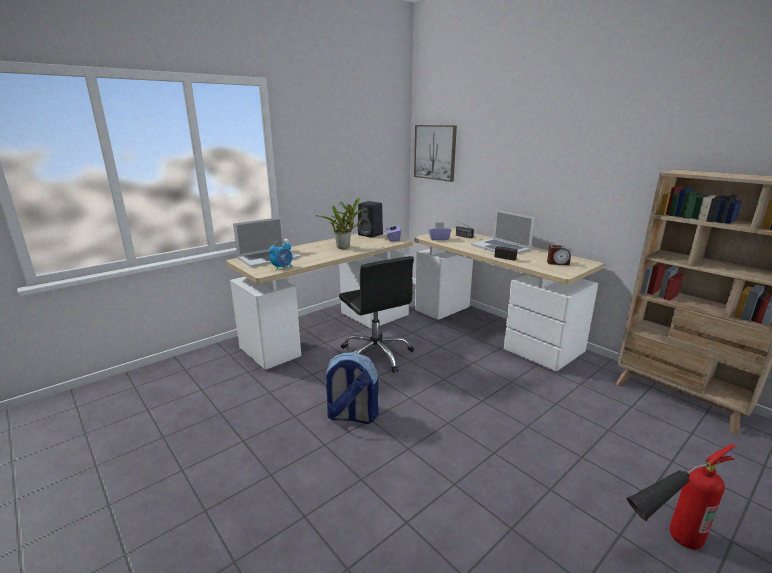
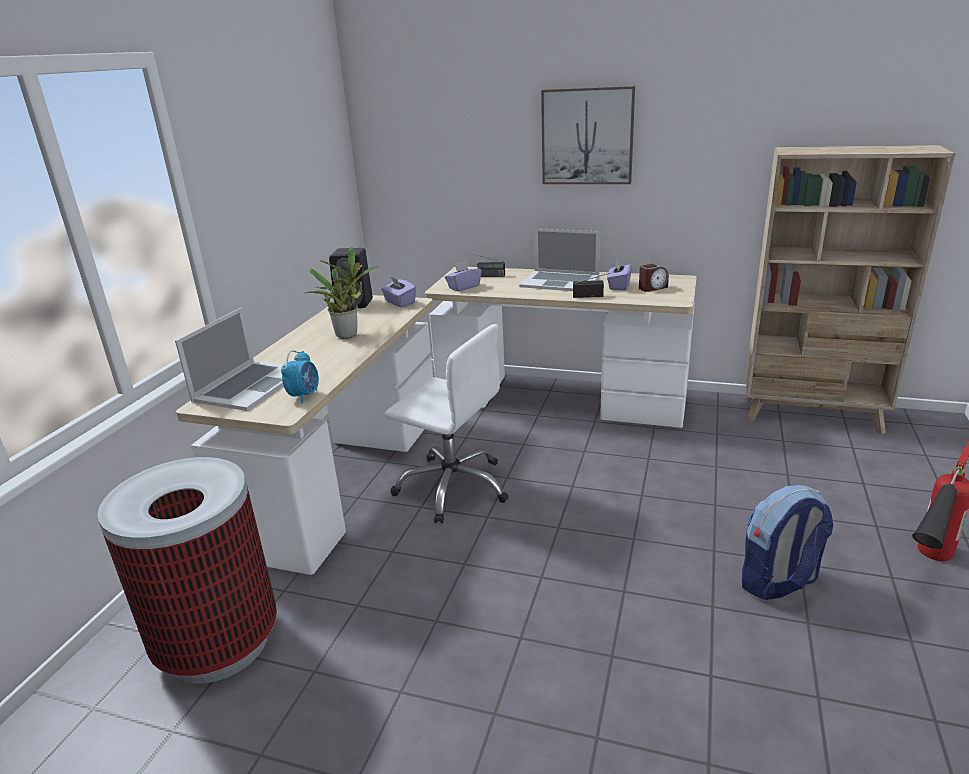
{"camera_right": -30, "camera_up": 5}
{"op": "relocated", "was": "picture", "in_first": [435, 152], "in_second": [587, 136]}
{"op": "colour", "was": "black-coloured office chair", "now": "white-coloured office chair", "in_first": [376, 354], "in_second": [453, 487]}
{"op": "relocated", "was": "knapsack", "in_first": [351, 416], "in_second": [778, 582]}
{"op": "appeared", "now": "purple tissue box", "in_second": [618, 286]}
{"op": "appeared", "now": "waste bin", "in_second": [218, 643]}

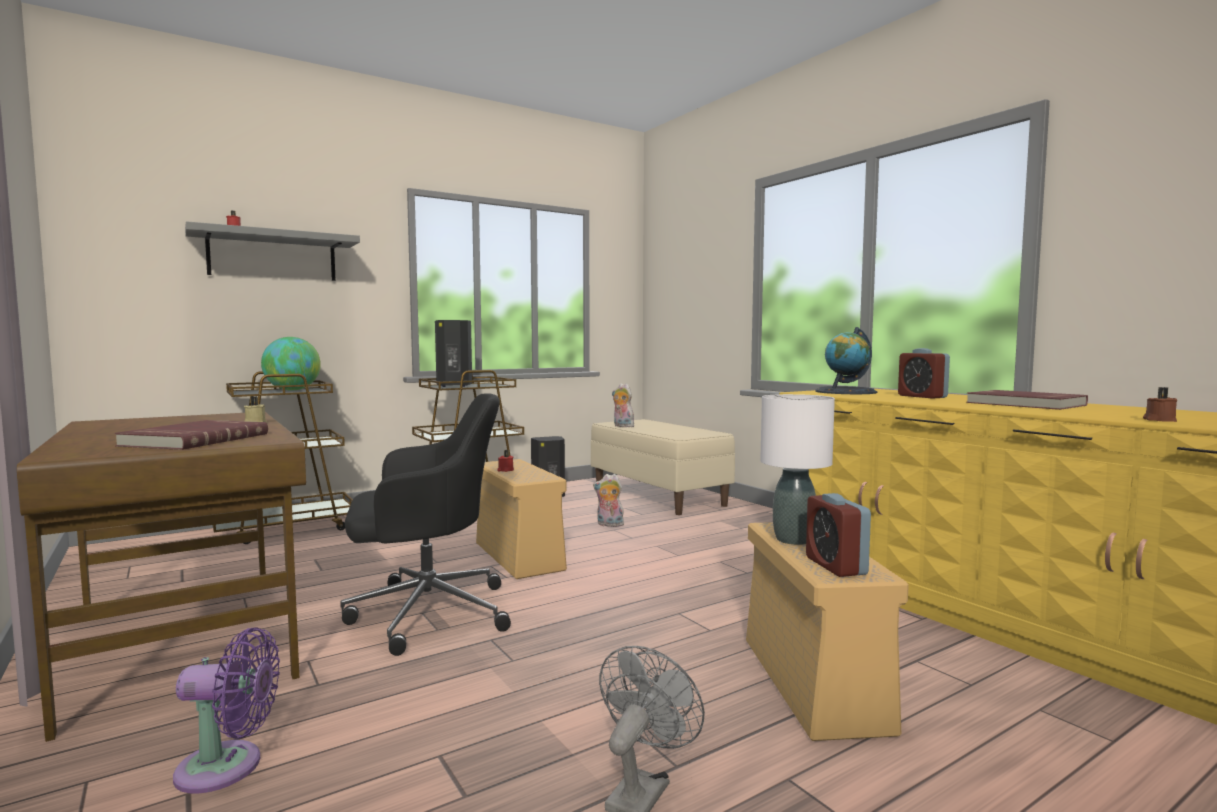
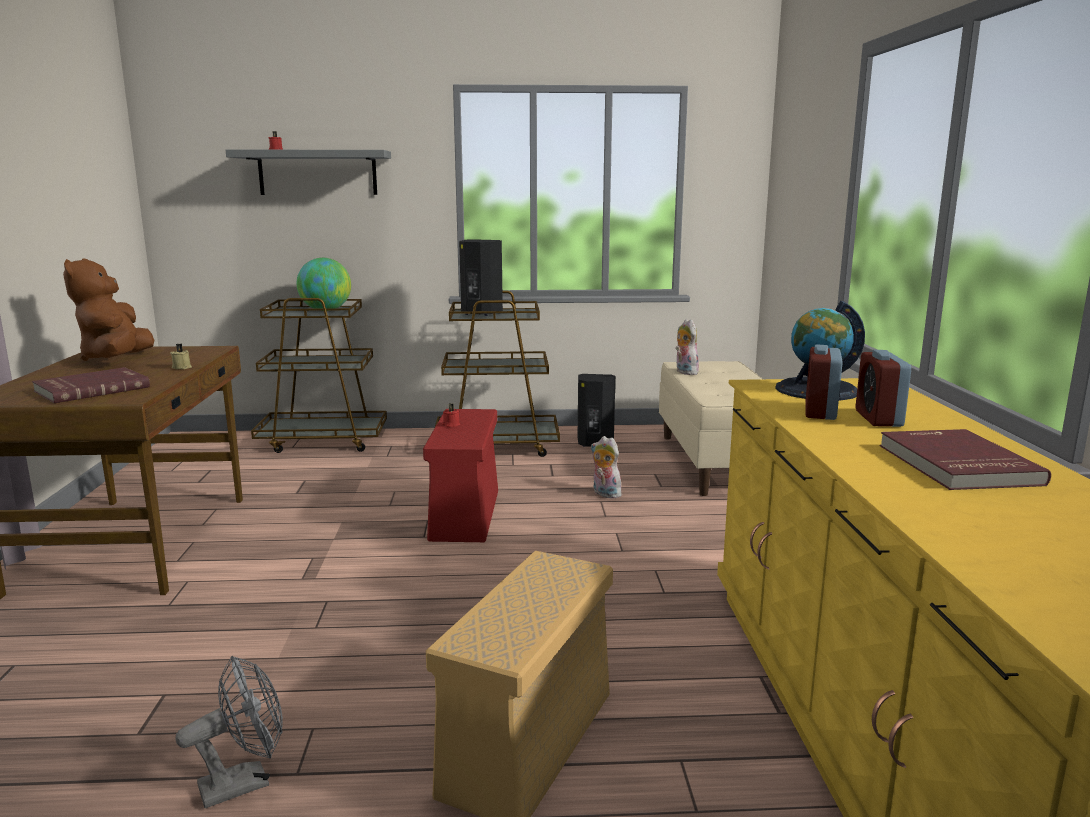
{"camera_right": 30, "camera_up": 10}
{"op": "missing", "was": "brown wax light", "in_first": [1159, 420]}
{"op": "missing", "was": "black-coloured office chair", "in_first": [425, 613]}
{"op": "missing", "was": "white-coloured tabletop lamp", "in_first": [793, 539]}
{"op": "colour", "was": "sand-coloured storage bin", "now": "red storage bin", "in_first": [517, 556], "in_second": [465, 514]}
{"op": "relocated", "was": "alarm clock", "in_first": [835, 566], "in_second": [820, 412]}
{"op": "missing", "was": "purple fan", "in_first": [227, 767]}
{"op": "appeared", "now": "brown plush toy", "in_second": [117, 359]}

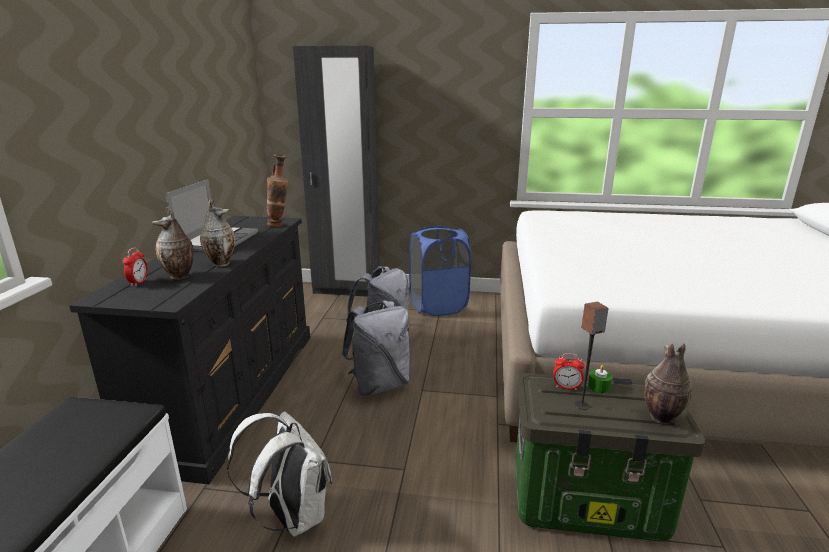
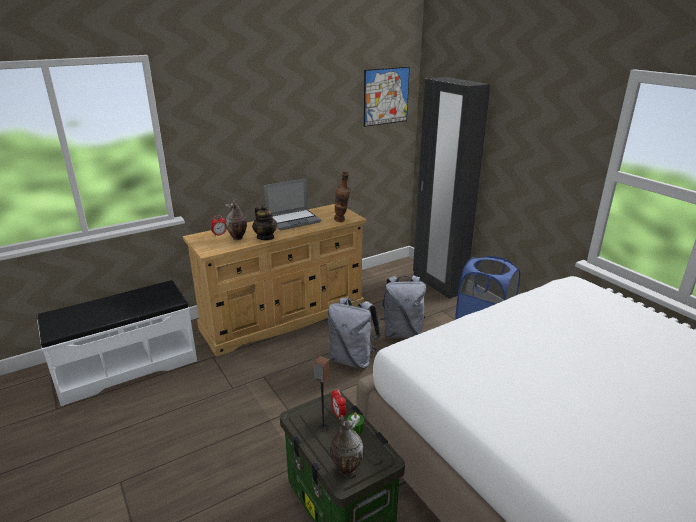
{"camera_right": 50, "camera_up": 5}
{"op": "exchanged", "was": "flower vase", "now": "teapot", "in_first": [221, 263], "in_second": [265, 237]}
{"op": "colour", "was": "black-coloured drawer chest", "now": "sand-coloured drawer chest", "in_first": [233, 391], "in_second": [284, 317]}
{"op": "missing", "was": "white-coloured knapsack", "in_first": [291, 516]}
{"op": "appeared", "now": "picture", "in_second": [386, 96]}

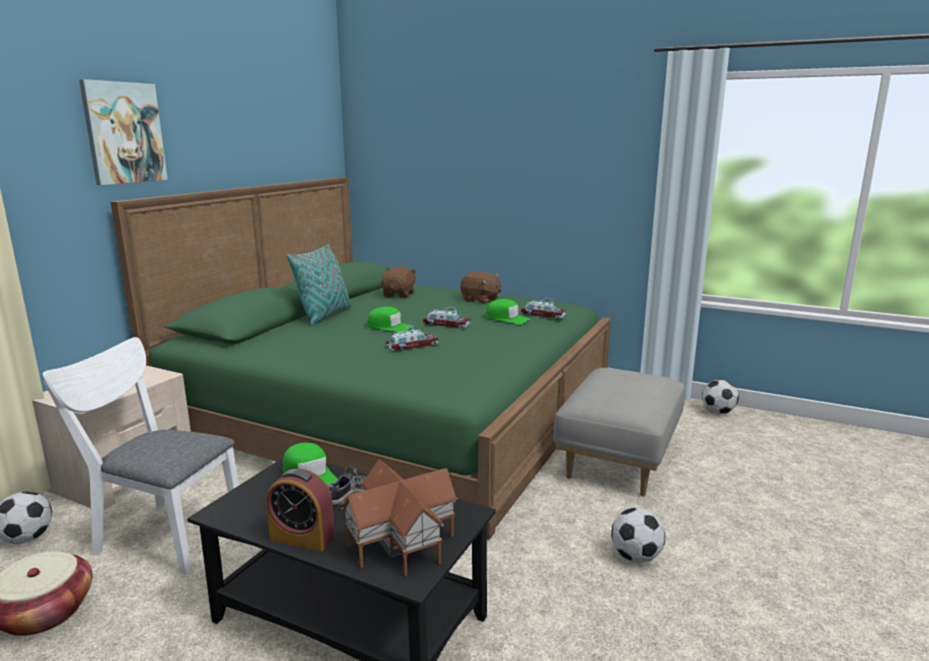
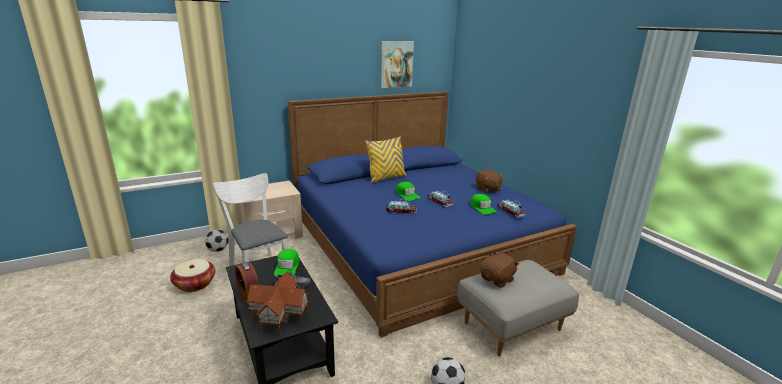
{"camera_right": 35, "camera_up": 5}
{"op": "relocated", "was": "picture", "in_first": [124, 133], "in_second": [396, 64]}
{"op": "colour", "was": "green-coloured bed", "now": "bluish bed", "in_first": [397, 412], "in_second": [417, 244]}
{"op": "colour", "was": "blue-green cushion", "now": "yellow-coloured cushion", "in_first": [324, 316], "in_second": [386, 178]}
{"op": "relocated", "was": "brown plush toy", "in_first": [399, 295], "in_second": [497, 279]}
{"op": "missing", "was": "ball for football", "in_first": [718, 412]}

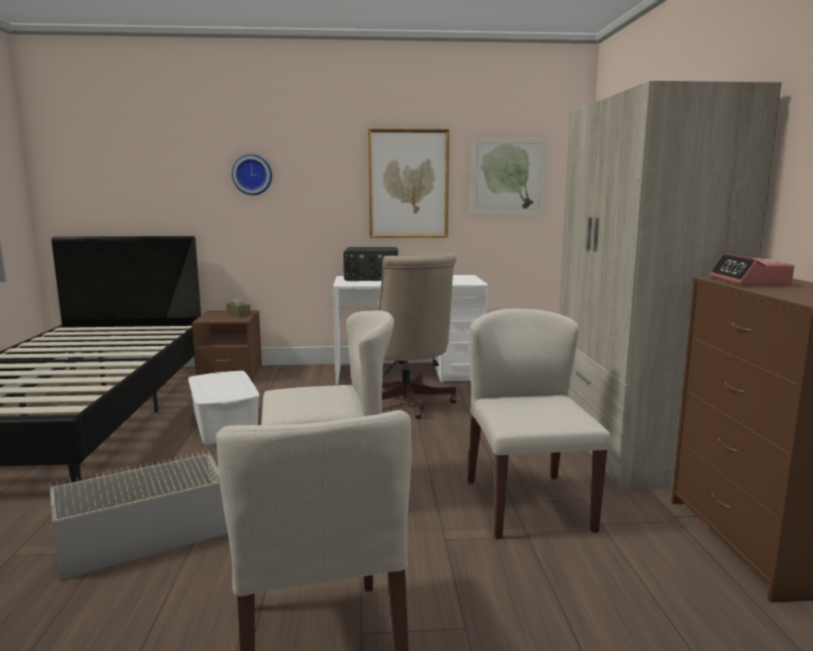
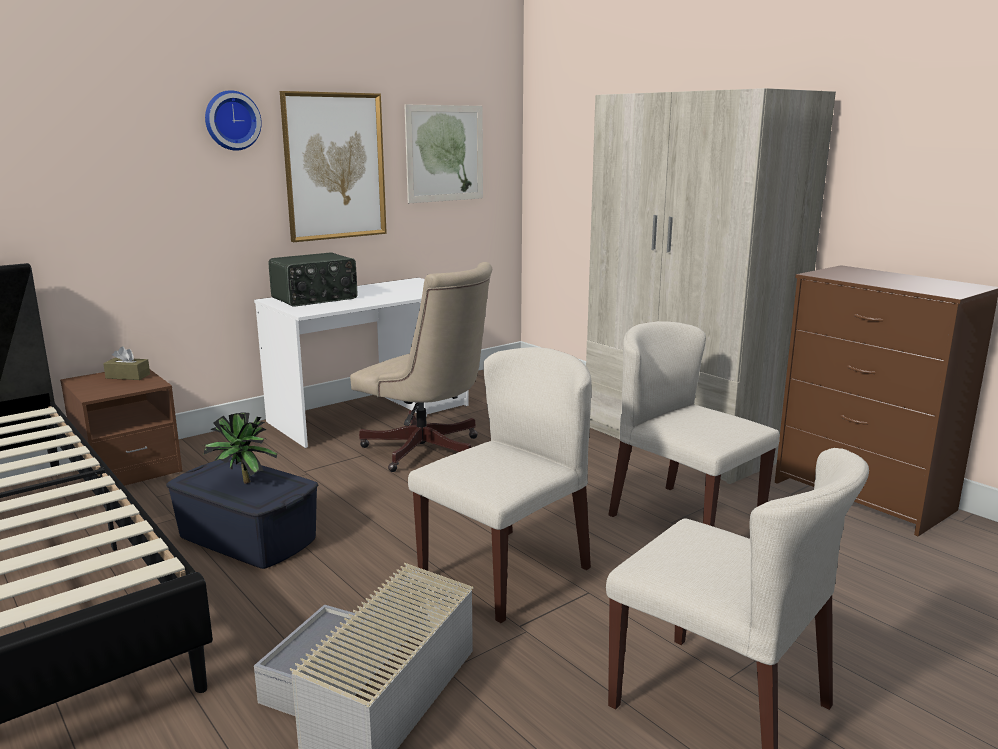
{"camera_right": -35, "camera_up": 5}
{"op": "relocated", "was": "clock on the wall", "in_first": [252, 175], "in_second": [231, 120]}
{"op": "missing", "was": "alarm clock", "in_first": [749, 281]}
{"op": "colour", "was": "white-coloured storage bin", "now": "bluish storage bin", "in_first": [224, 426], "in_second": [247, 538]}
{"op": "appeared", "now": "plant in a pot", "in_second": [241, 483]}

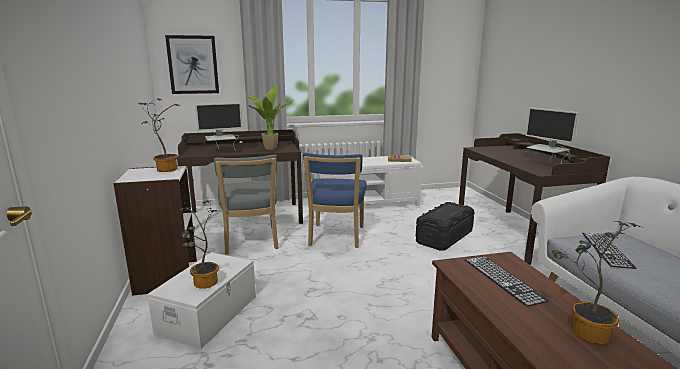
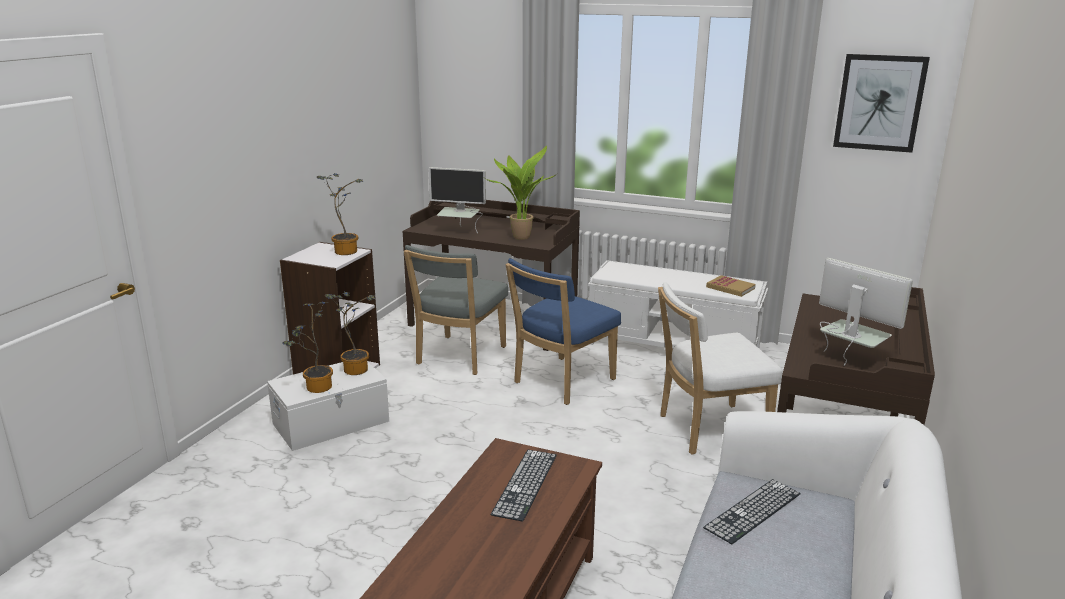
{"camera_right": 35, "camera_up": 5}
{"op": "relocated", "was": "picture", "in_first": [193, 65], "in_second": [879, 103]}
{"op": "spun", "was": "computer display", "in_first": [546, 165], "in_second": [849, 360], "clockwise": 135}
{"op": "exchanged", "was": "black-coloured storage bin", "now": "white-coloured upright chair", "in_first": [444, 237], "in_second": [707, 430]}
{"op": "relocated", "was": "plant in a pot", "in_first": [584, 332], "in_second": [355, 368]}

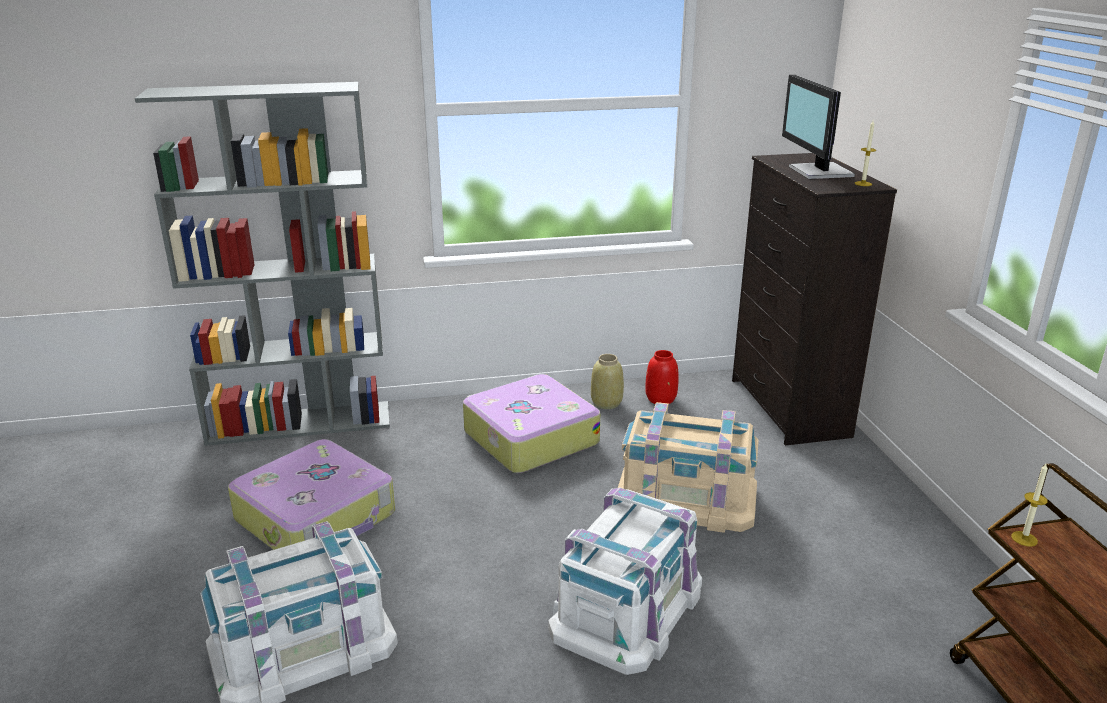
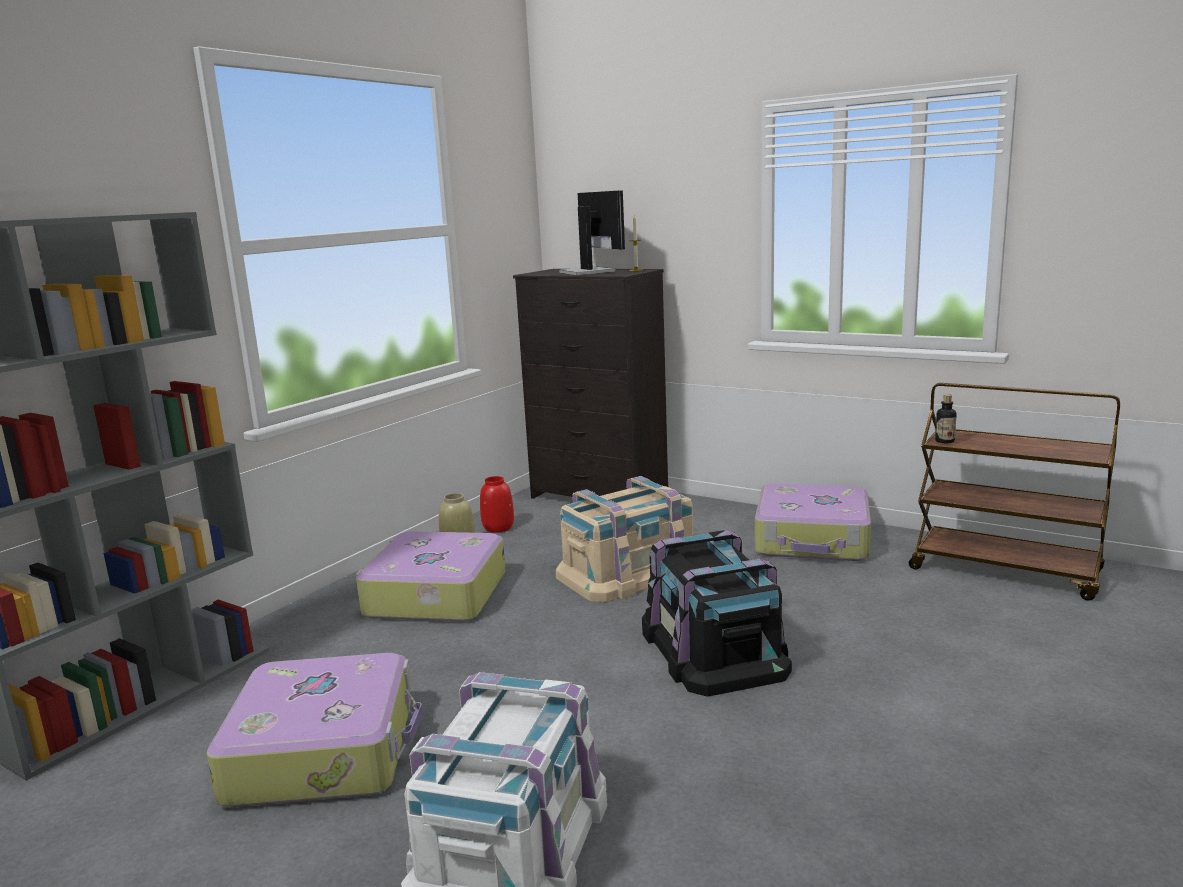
{"camera_right": -45, "camera_up": -10}
{"op": "spun", "was": "computer display", "in_first": [818, 172], "in_second": [588, 272], "clockwise": -150}
{"op": "exchanged", "was": "wax light", "now": "drink bottle", "in_first": [1024, 539], "in_second": [944, 441]}
{"op": "colour", "was": "white-coloured storage bin", "now": "black-coloured storage bin", "in_first": [628, 607], "in_second": [713, 647]}
{"op": "appeared", "now": "piece of luggage", "in_second": [813, 540]}

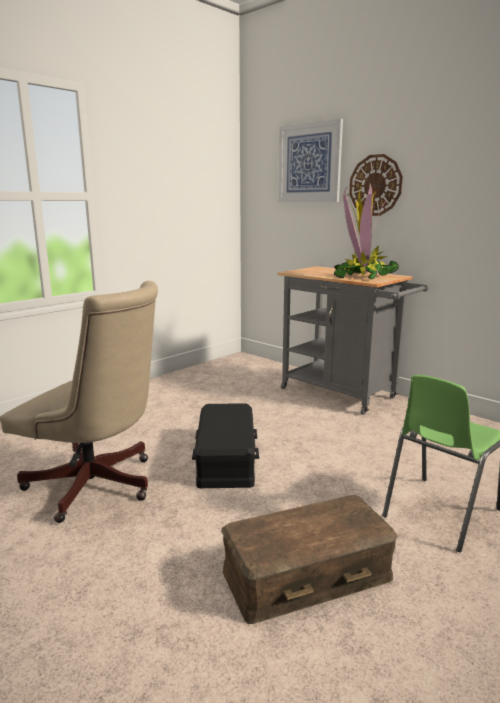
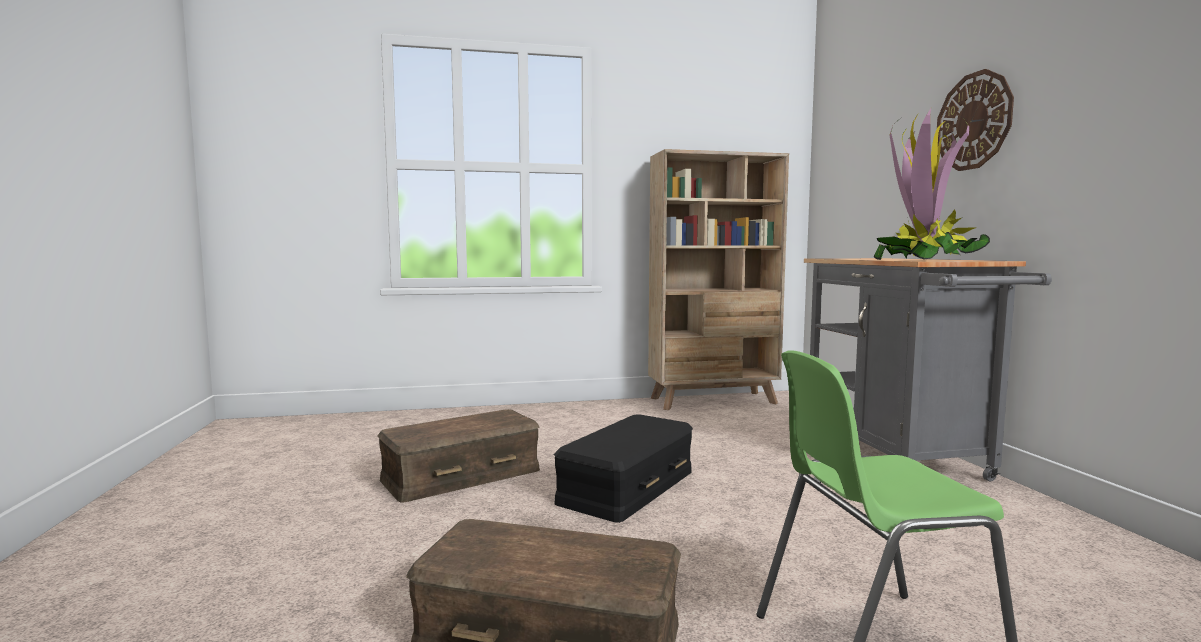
{"camera_right": 35, "camera_up": -10}
{"op": "missing", "was": "picture", "in_first": [309, 163]}
{"op": "exchanged", "was": "sand-coloured office chair", "now": "brown storage bin", "in_first": [98, 487], "in_second": [462, 475]}
{"op": "appeared", "now": "sand-coloured shelving unit", "in_second": [714, 401]}

